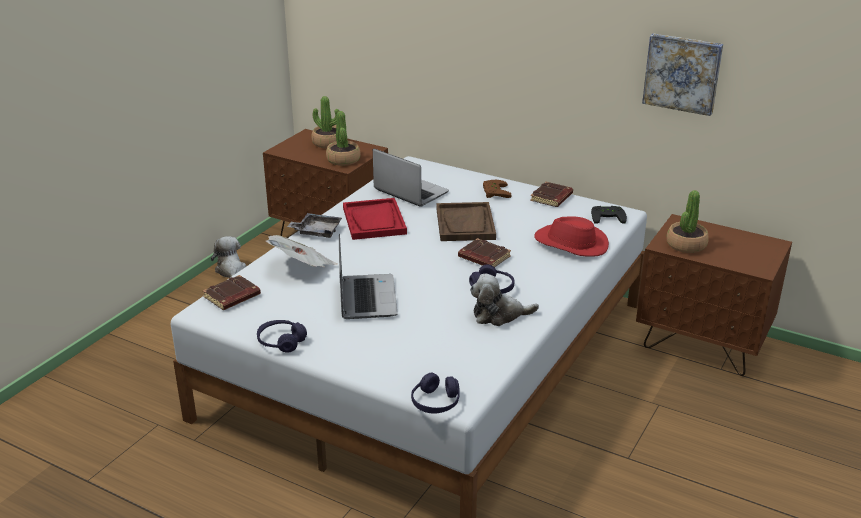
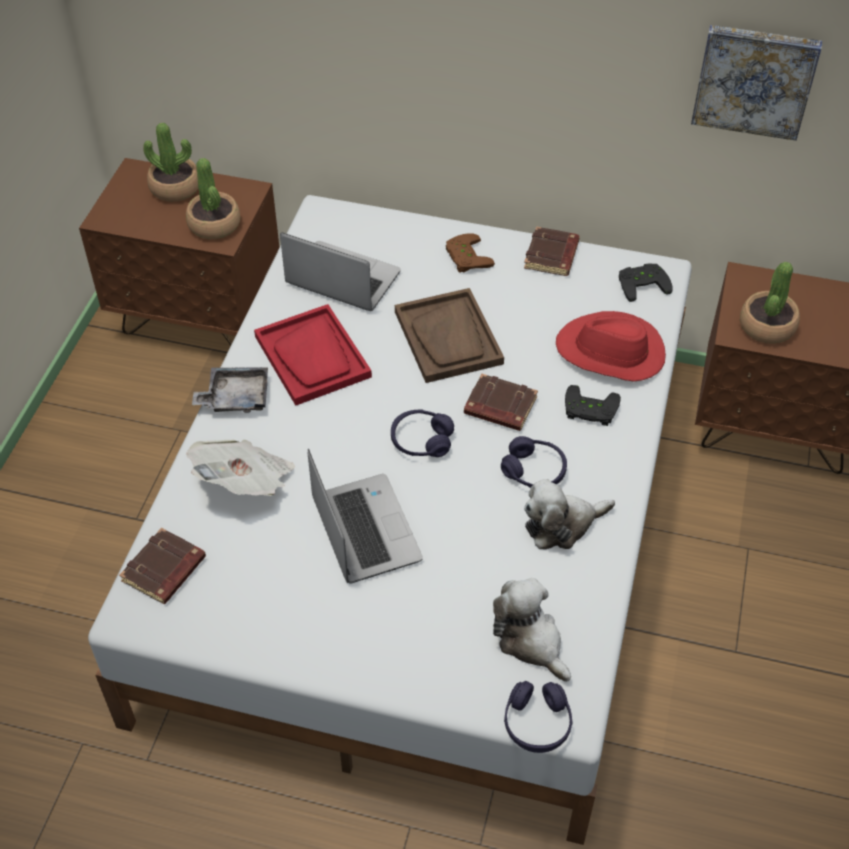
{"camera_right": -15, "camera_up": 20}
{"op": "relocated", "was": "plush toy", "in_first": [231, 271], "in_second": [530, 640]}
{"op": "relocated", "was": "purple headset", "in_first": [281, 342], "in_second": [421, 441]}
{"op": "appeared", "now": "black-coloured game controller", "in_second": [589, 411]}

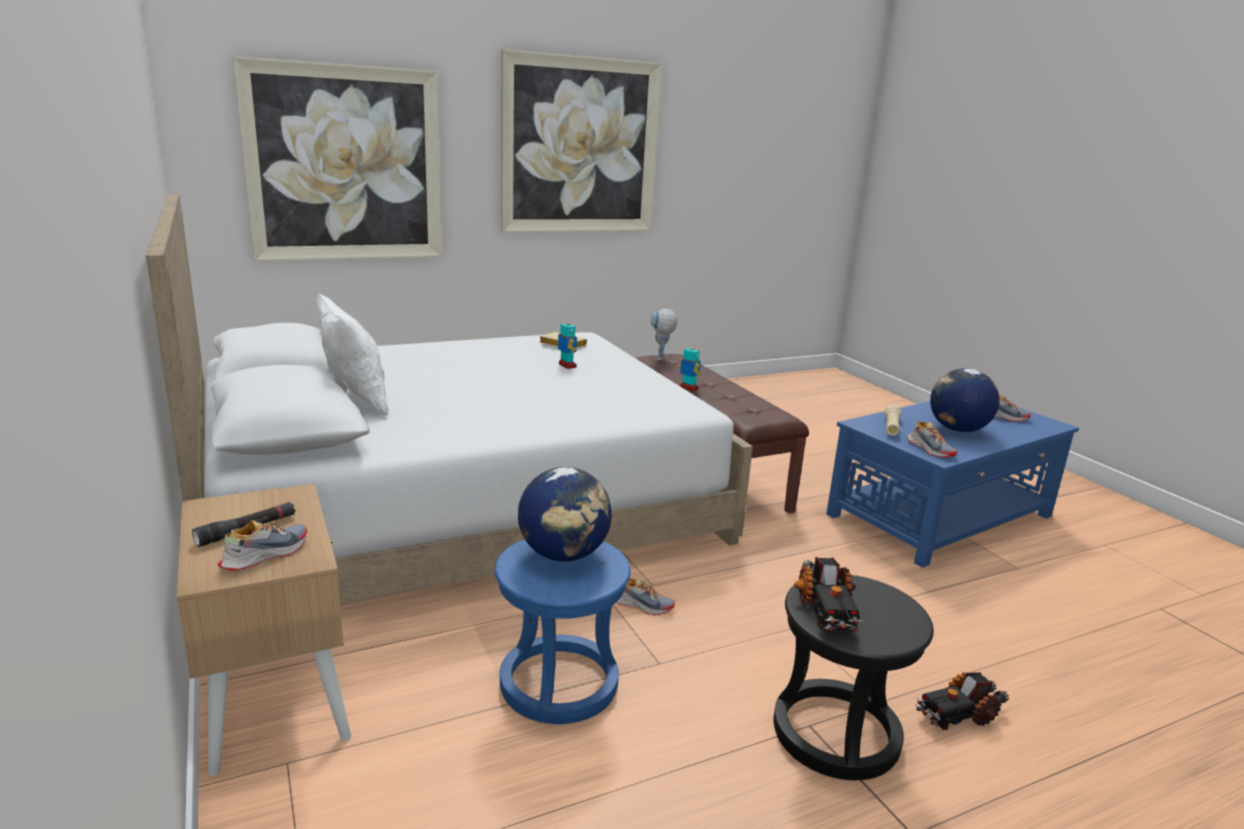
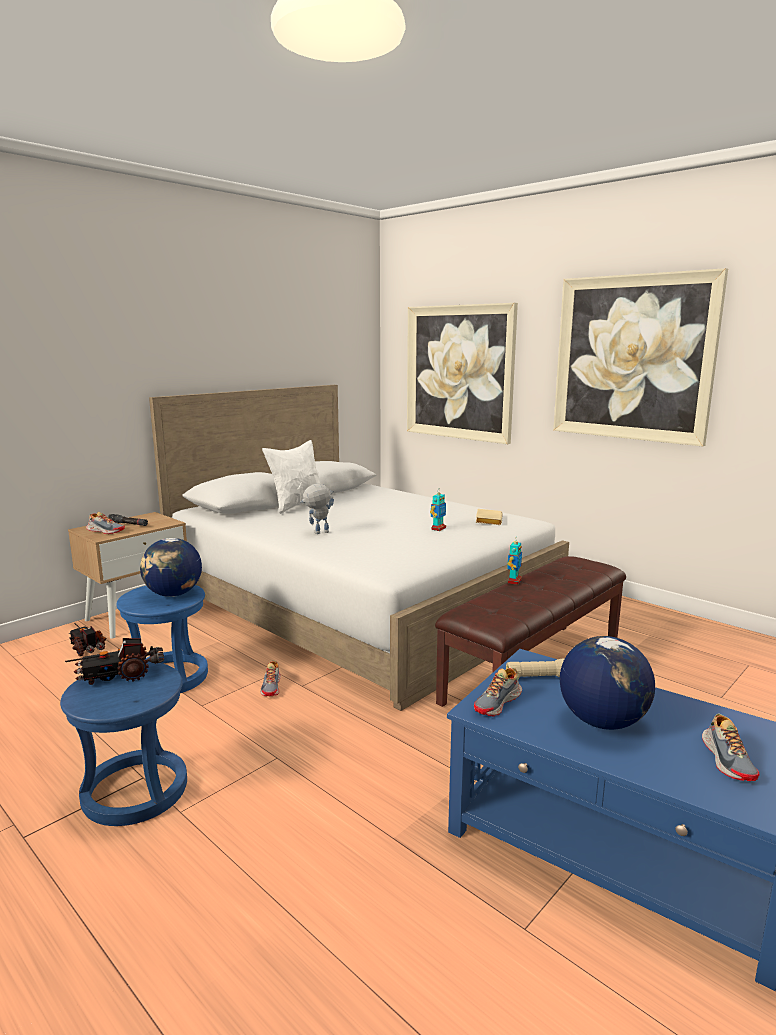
{"camera_right": 70, "camera_up": -5}
{"op": "relocated", "was": "model robot", "in_first": [661, 359], "in_second": [318, 533]}
{"op": "colour", "was": "black-coloured stool", "now": "bluish stool", "in_first": [835, 734], "in_second": [134, 791]}
{"op": "relocated", "was": "toy truck", "in_first": [957, 714], "in_second": [88, 648]}

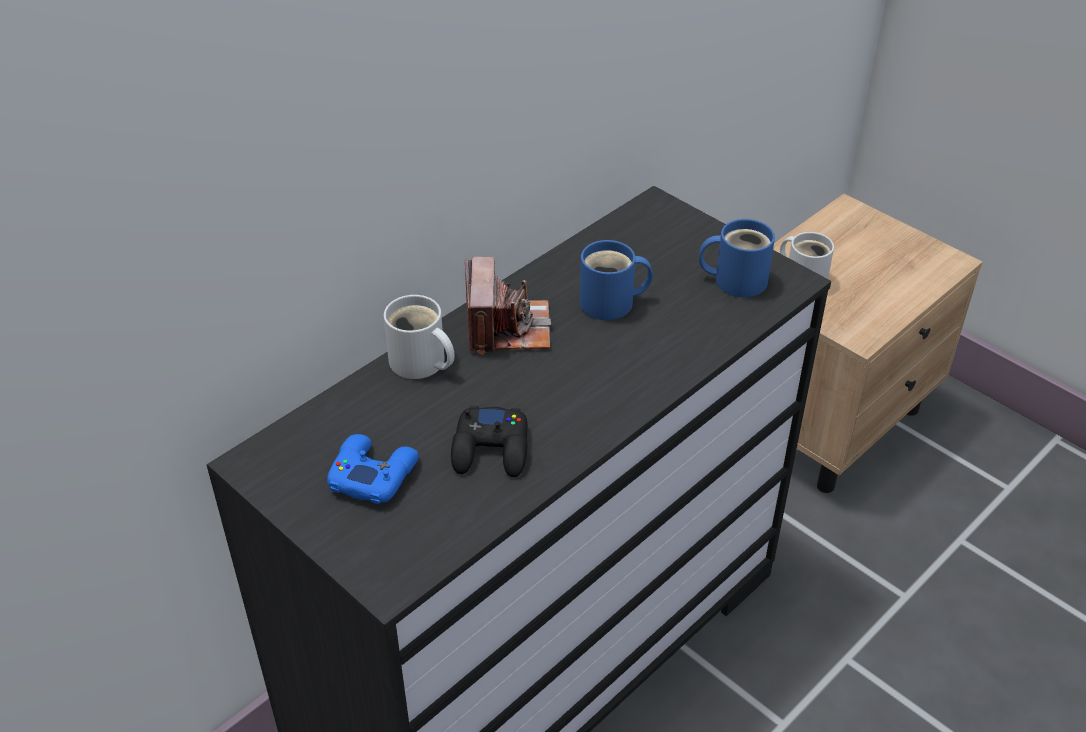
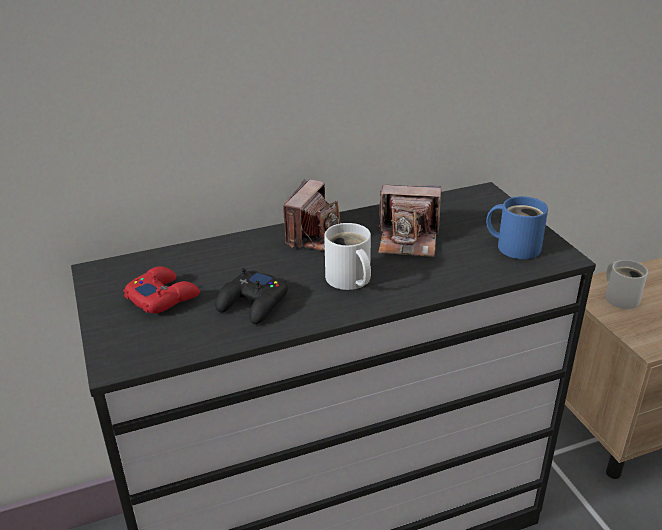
{"camera_right": 25, "camera_up": -10}
{"op": "exchanged", "was": "bluish coffee mug", "now": "photo camera", "in_first": [612, 304], "in_second": [408, 240]}
{"op": "relocated", "was": "white-coloured coffee mug", "in_first": [420, 364], "in_second": [348, 280]}
{"op": "colour", "was": "bluish game controller", "now": "red game controller", "in_first": [373, 474], "in_second": [163, 297]}

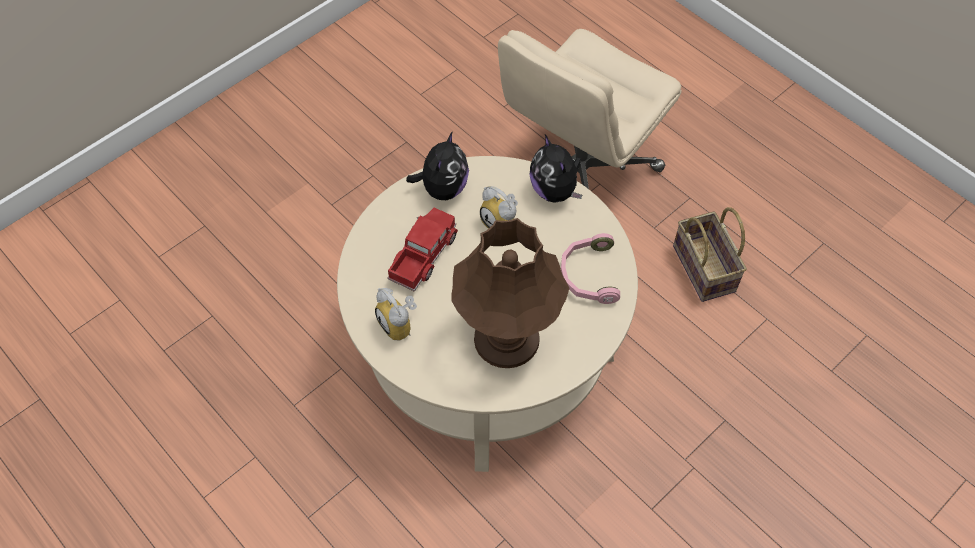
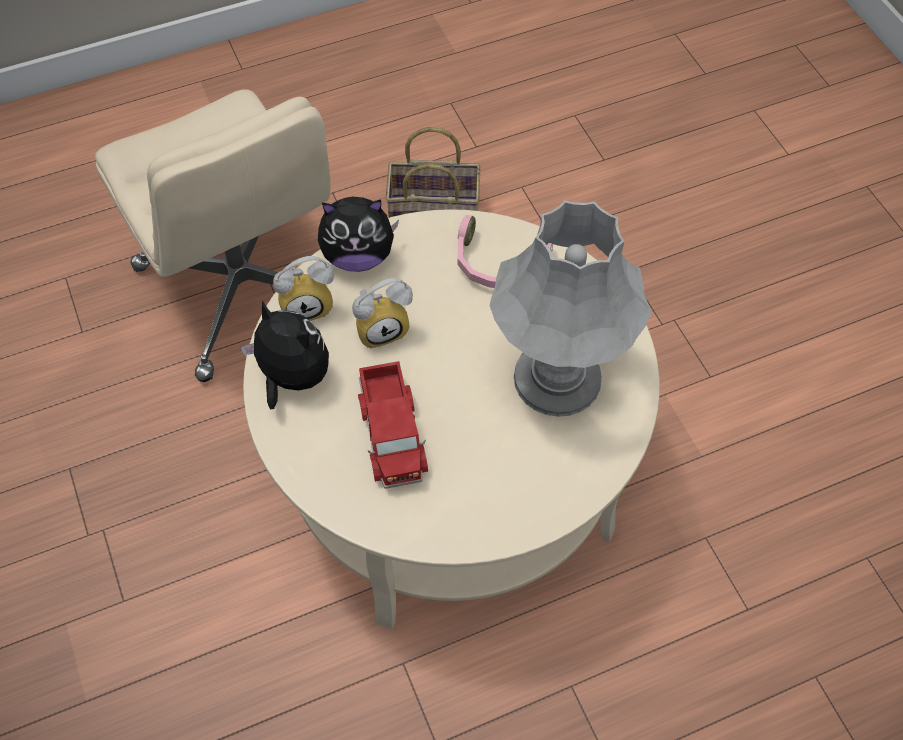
{"camera_right": -70, "camera_up": 0}
{"op": "spun", "was": "toy truck", "in_first": [423, 255], "in_second": [392, 433], "clockwise": -150}
{"op": "colour", "was": "brown tabletop lamp", "now": "grey tabletop lamp", "in_first": [507, 339], "in_second": [557, 377]}
{"op": "relocated", "was": "alarm clock", "in_first": [401, 325], "in_second": [308, 305]}

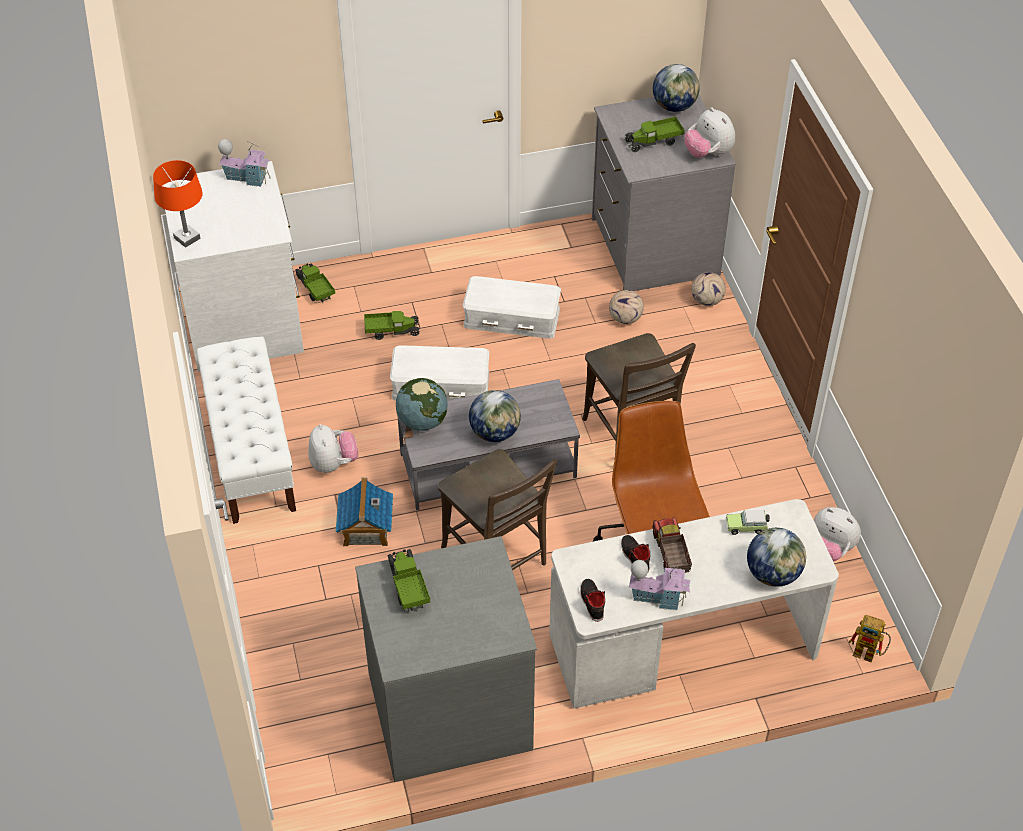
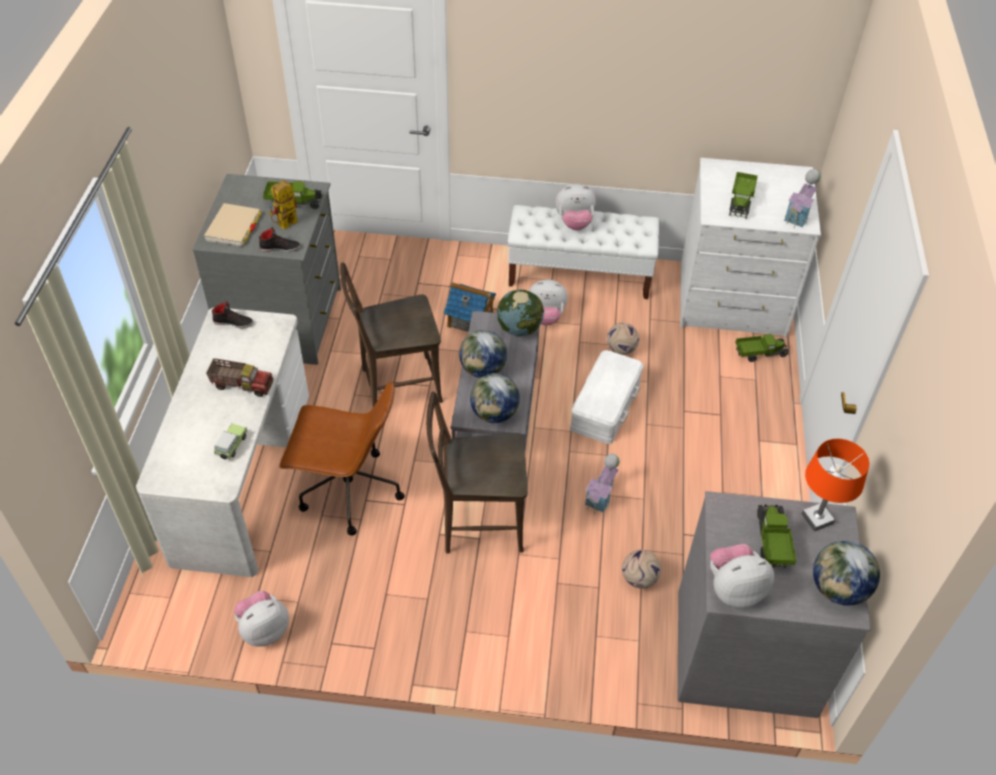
{"camera_right": 110, "camera_up": 0}
{"op": "relocated", "was": "orangey tabletop lamp", "in_first": [187, 238], "in_second": [817, 519]}
{"op": "relocated", "was": "ball for football", "in_first": [707, 301], "in_second": [621, 350]}
{"op": "missing", "was": "white-coloured storage bin", "in_first": [512, 317]}
{"op": "relocated", "was": "toy truck", "in_first": [391, 331], "in_second": [741, 202]}
{"op": "relocated", "was": "world globe", "in_first": [773, 574], "in_second": [494, 414]}
{"op": "relocated", "was": "black-coloured shoe", "in_first": [634, 556], "in_second": [280, 247]}
{"op": "relocated", "was": "toy house", "in_first": [658, 597], "in_second": [601, 496]}
{"op": "relocated", "was": "model robot", "in_first": [869, 653], "in_second": [285, 226]}
{"op": "appeared", "now": "plush toy", "in_second": [574, 223]}
{"op": "appeared", "now": "sand-coloured bound book", "in_second": [233, 227]}

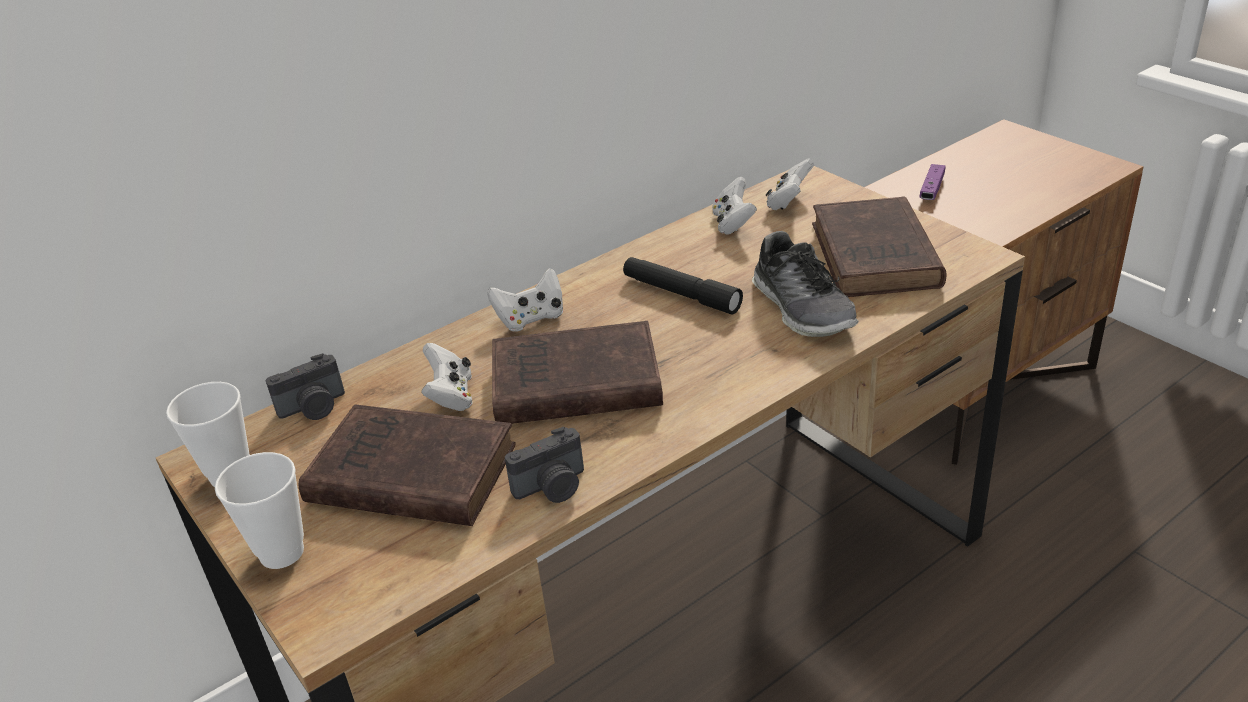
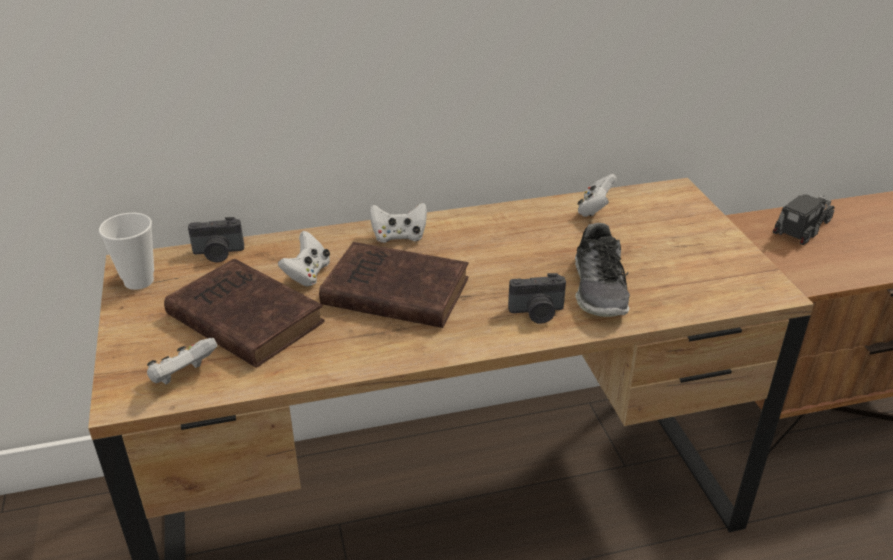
{"camera_right": 20, "camera_up": 0}
{"op": "relocated", "was": "white-coloured game controller", "in_first": [789, 202], "in_second": [183, 376]}
{"op": "exchanged", "was": "purple game controller", "now": "toy truck", "in_first": [932, 189], "in_second": [801, 229]}
{"op": "missing", "was": "brown bound book", "in_first": [876, 257]}
{"op": "missing", "was": "black-coloured torch", "in_first": [681, 294]}
{"op": "relocated", "was": "photo camera", "in_first": [553, 487], "in_second": [537, 313]}
{"op": "missing", "was": "drinking cup", "in_first": [281, 552]}

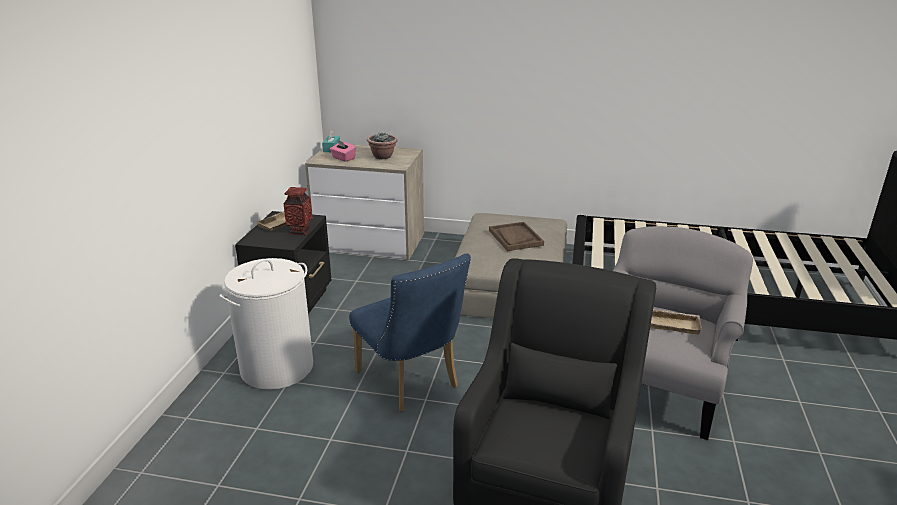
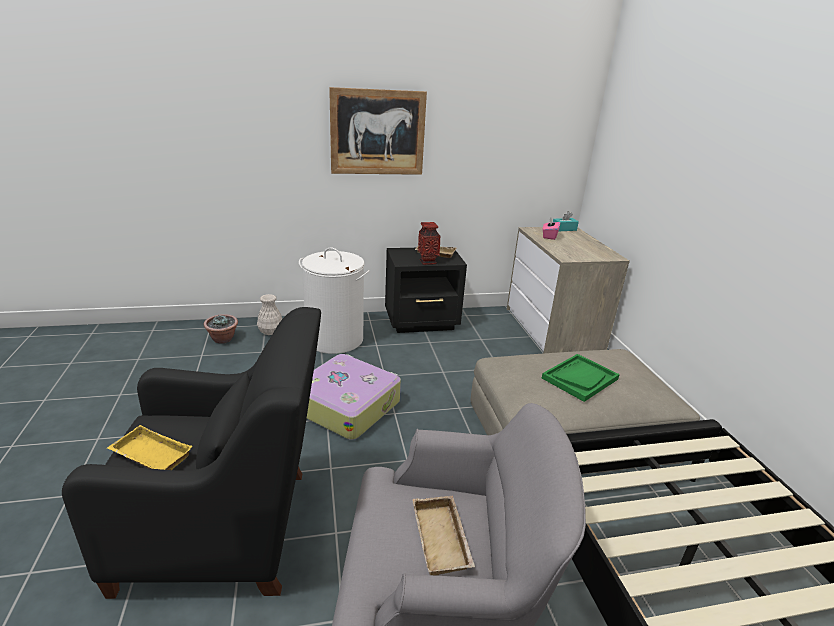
{"camera_right": 65, "camera_up": 0}
{"op": "relocated", "was": "plant in a pot", "in_first": [383, 156], "in_second": [223, 339]}
{"op": "colour", "was": "brown tray", "now": "green-coloured tray", "in_first": [515, 238], "in_second": [580, 378]}
{"op": "exchanged", "was": "bluish upright chair", "now": "piece of luggage", "in_first": [411, 383], "in_second": [346, 405]}
{"op": "appeared", "now": "picture", "in_second": [377, 132]}
{"op": "appeared", "now": "white-coloured flower vase", "in_second": [270, 331]}
{"op": "appeared", "now": "yellow-coloured tray", "in_second": [149, 456]}

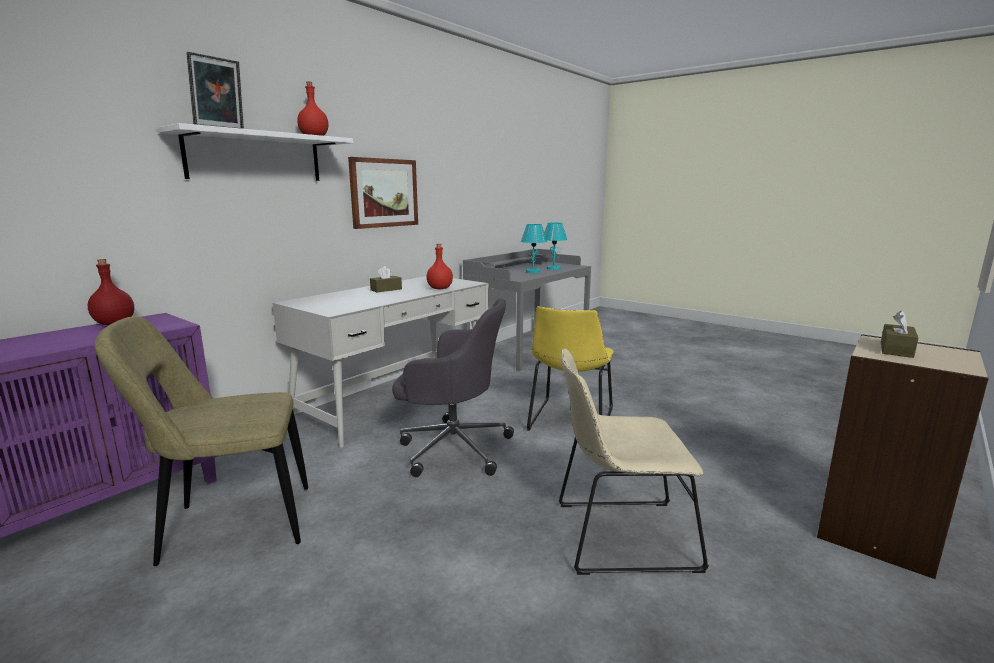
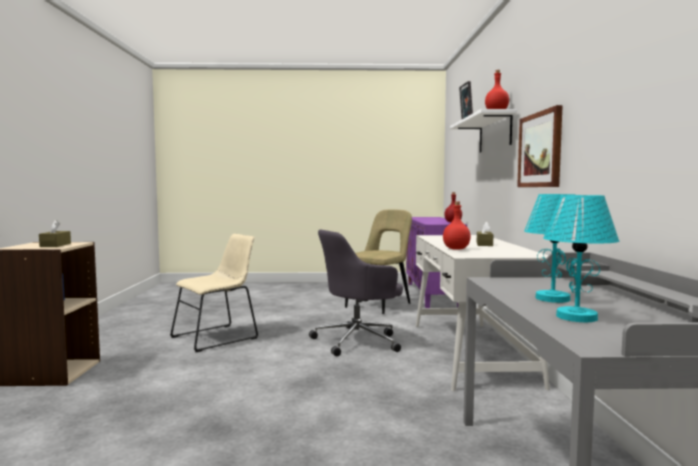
{"camera_right": 140, "camera_up": -10}
{"op": "missing", "was": "yellow-coloured upright chair", "in_first": [570, 421]}

